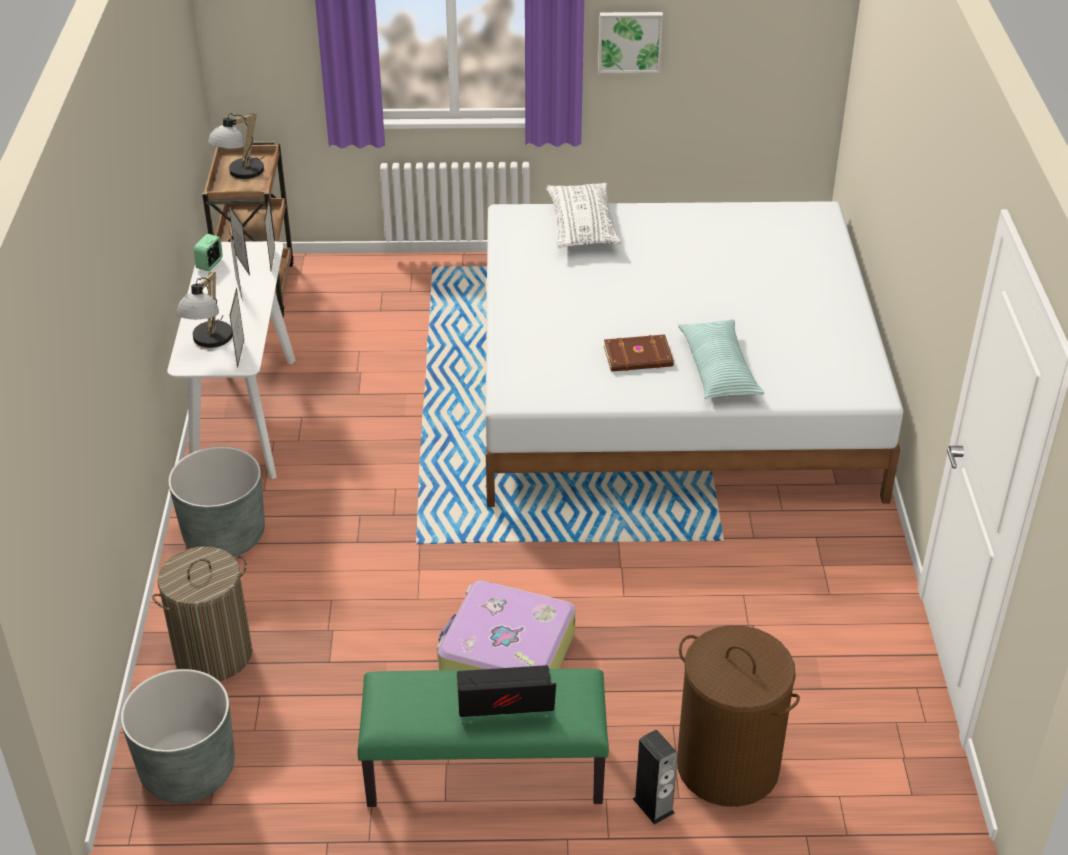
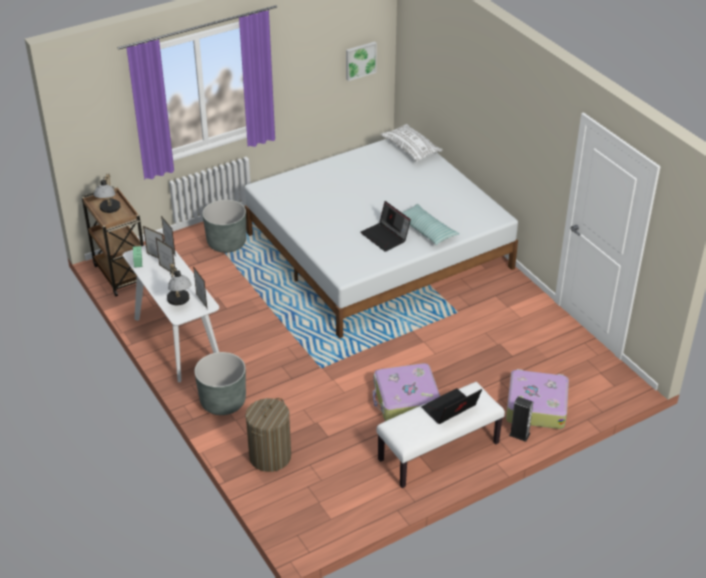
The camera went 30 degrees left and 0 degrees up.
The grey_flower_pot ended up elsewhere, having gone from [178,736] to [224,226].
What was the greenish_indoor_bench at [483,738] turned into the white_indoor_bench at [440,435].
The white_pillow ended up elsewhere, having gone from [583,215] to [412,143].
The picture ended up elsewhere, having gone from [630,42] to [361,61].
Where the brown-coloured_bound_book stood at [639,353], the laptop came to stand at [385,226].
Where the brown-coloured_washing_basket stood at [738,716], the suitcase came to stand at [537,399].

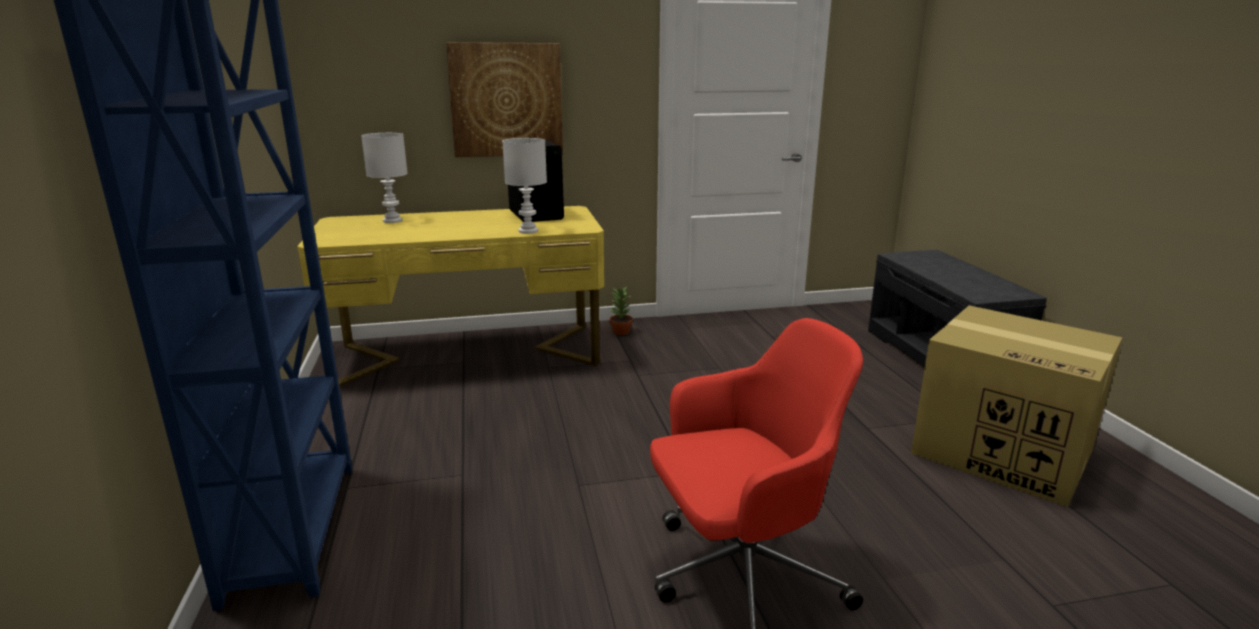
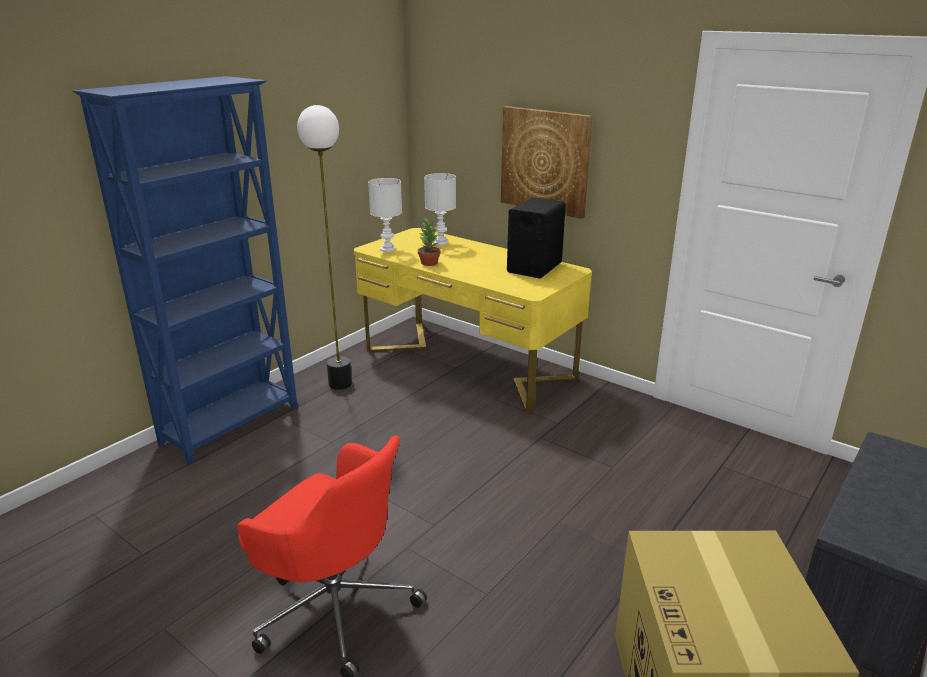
The camera went 50 degrees right and 5 degrees up.
The white_tabletop_lamp ended up elsewhere, having gone from [524,186] to [385,215].
The plant_in_a_pot ended up elsewhere, having gone from [620,311] to [429,241].
The second view gained the floor_lamp at [324,247].

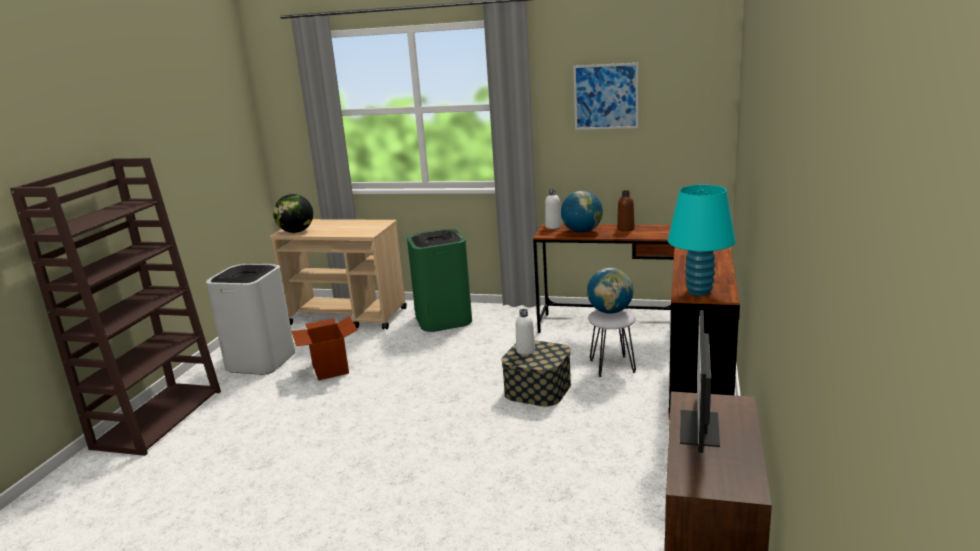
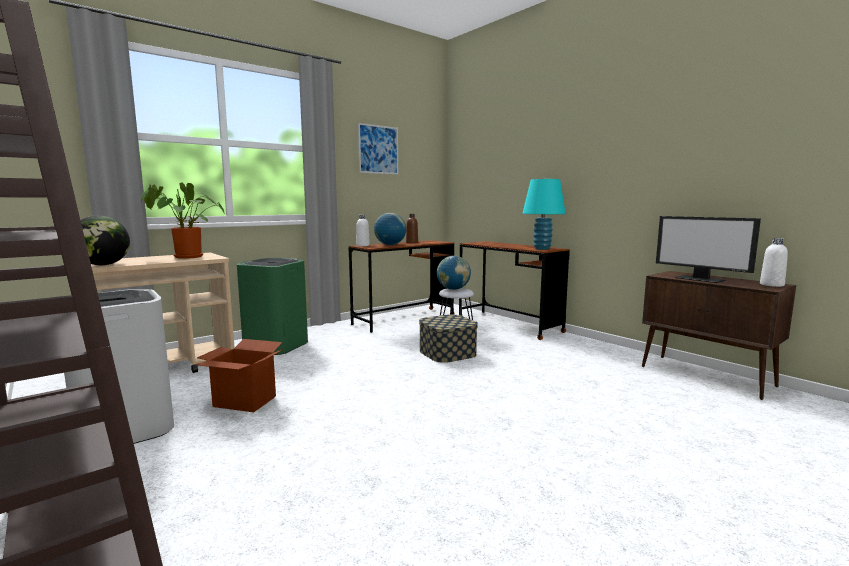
The camera went 55 degrees left and 10 degrees down.
The white_bottle ended up elsewhere, having gone from [525,332] to [774,262].
The second view gained the plant_in_a_pot at [182,220].

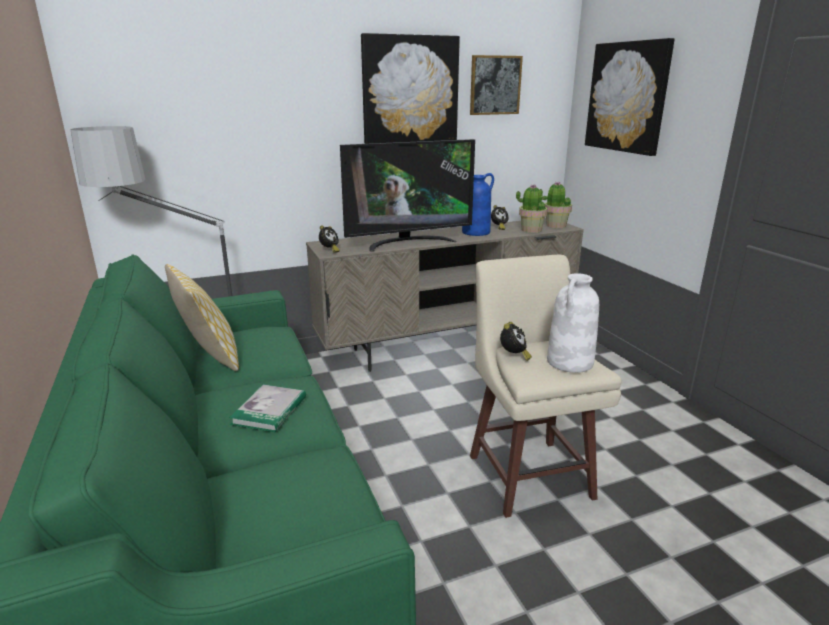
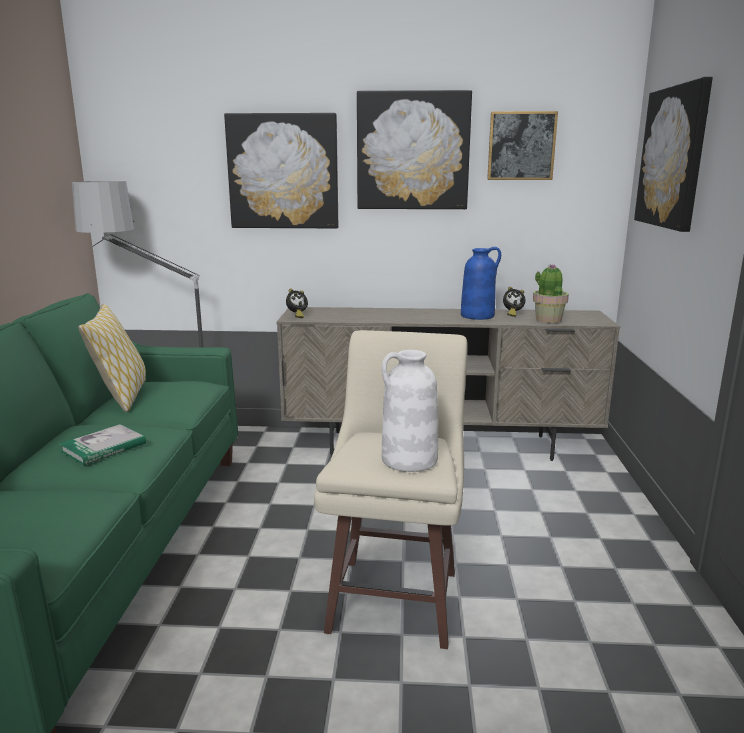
The camera went 25 degrees right and 5 degrees down.
The second view lost the TV_set at [407,195].
The second view lost the alarm_clock at [516,341].
The second view lost the plant_in_a_pot at [556,204].
The second view gained the picture at [281,171].

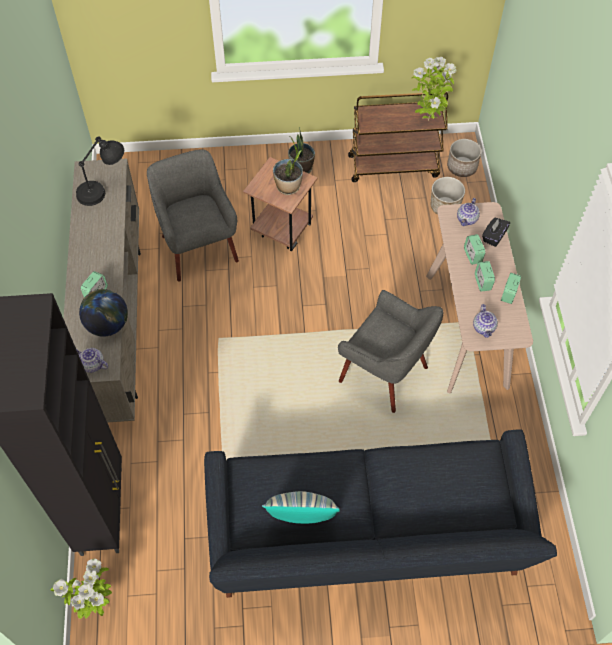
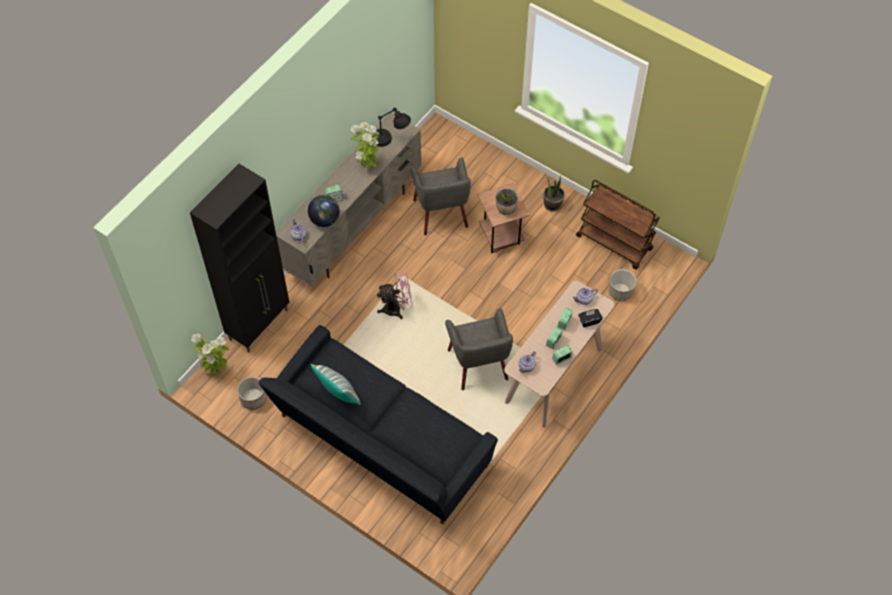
The camera went 40 degrees right and 0 degrees up.
The grey_easy_chair at [193,215] ended up facing another way, 150 degrees clockwise from before.
The plant_in_a_pot ended up elsewhere, having gone from [434,89] to [365,145].
The flower_pot ended up elsewhere, having gone from [464,158] to [252,393].
The second view gained the pink-coloured_electric_fan at [395,294].

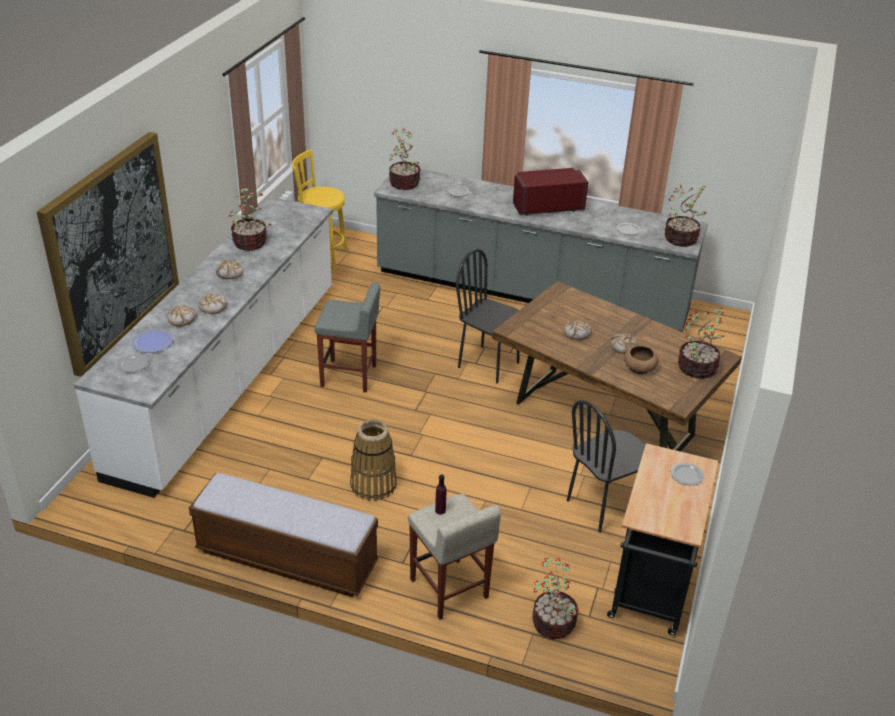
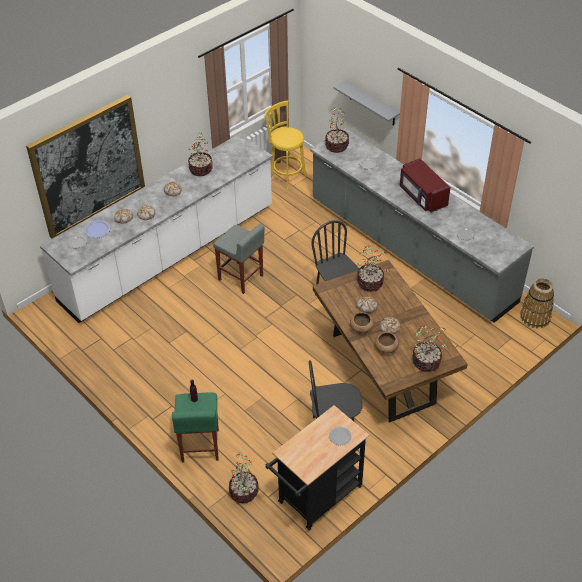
The camera went 30 degrees right and 10 degrees up.
The second view lost the indoor_bench at [283,535].
The storage_basket ended up elsewhere, having gone from [373,460] to [537,303].
What was the sand-coloured_stool at [454,557] turned into the greenish_stool at [195,427].
The red_kitchen_microwave at [550,192] ended up facing another way, 135 degrees counterclockwise from before.
The plant_in_a_pot ended up elsewhere, having gone from [685,216] to [374,269].
The second view gained the grey_shelf at [366,103].
The second view gained the brown-coloured_serving_bowl at [362,322].

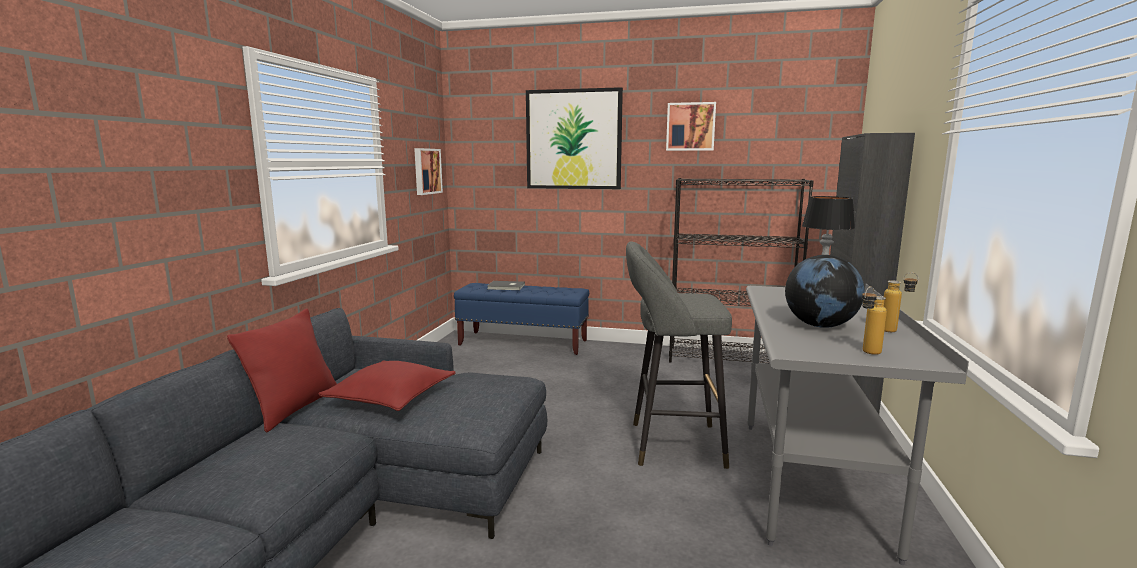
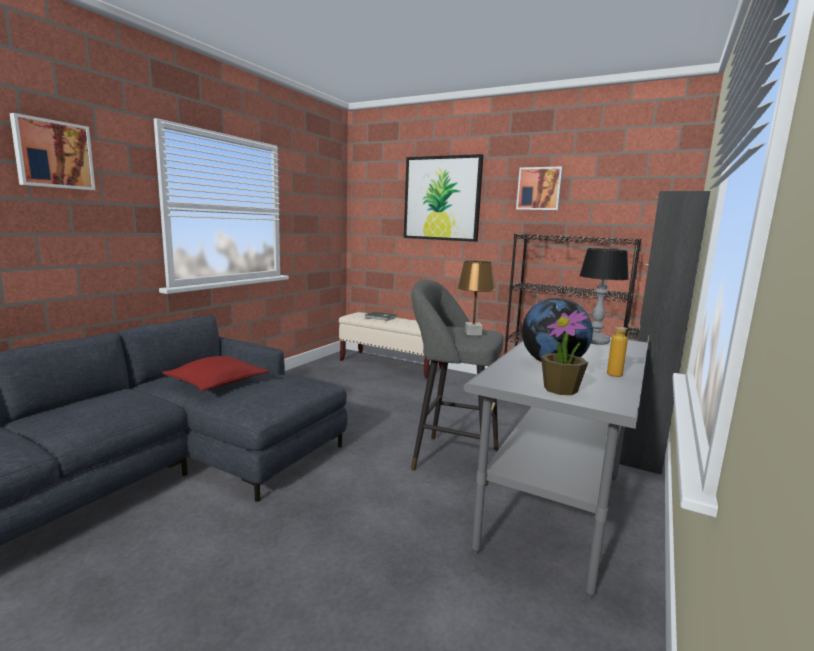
The camera went 15 degrees right and 0 degrees up.
The second view lost the red_pillow at [282,370].
The picture ended up elsewhere, having gone from [428,171] to [52,151].
What was the bluish_indoor_bench at [521,319] turned into the sand-coloured_indoor_bench at [390,345].
Where the bottle stood at [874,321], the plant_in_a_pot came to stand at [564,352].
The second view gained the brown-coloured_tabletop_lamp at [476,298].

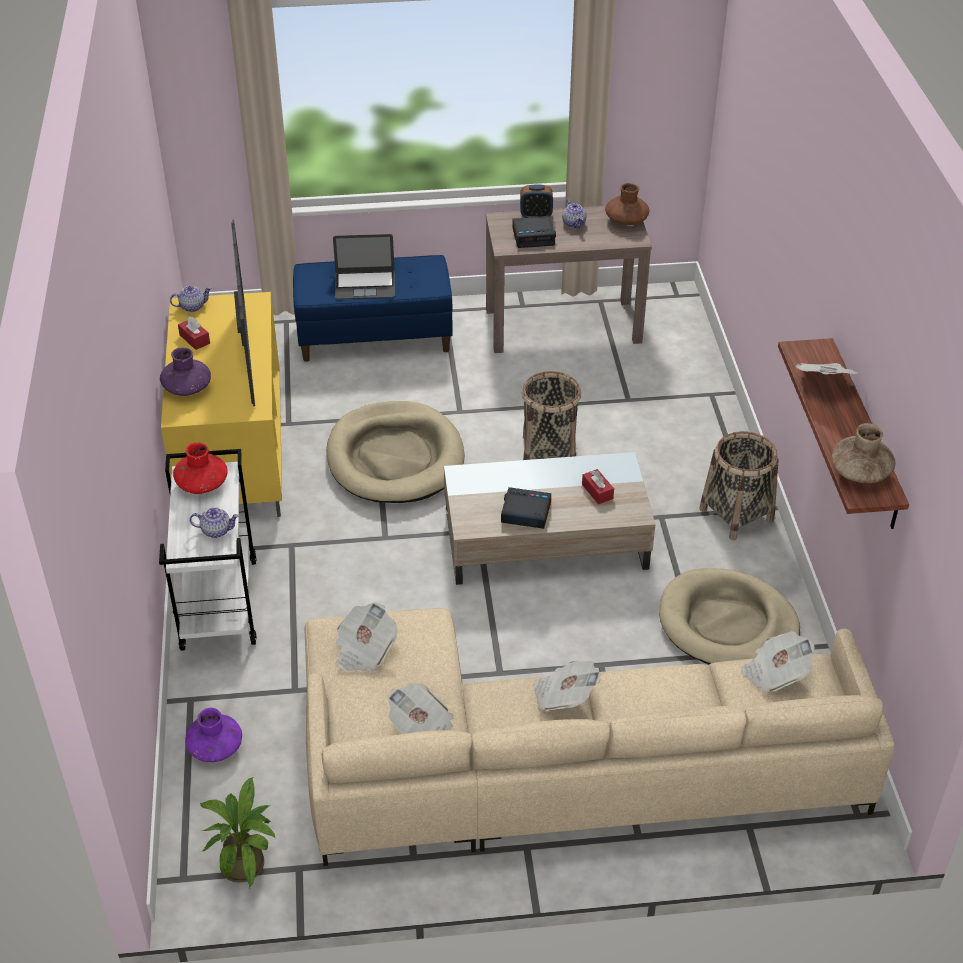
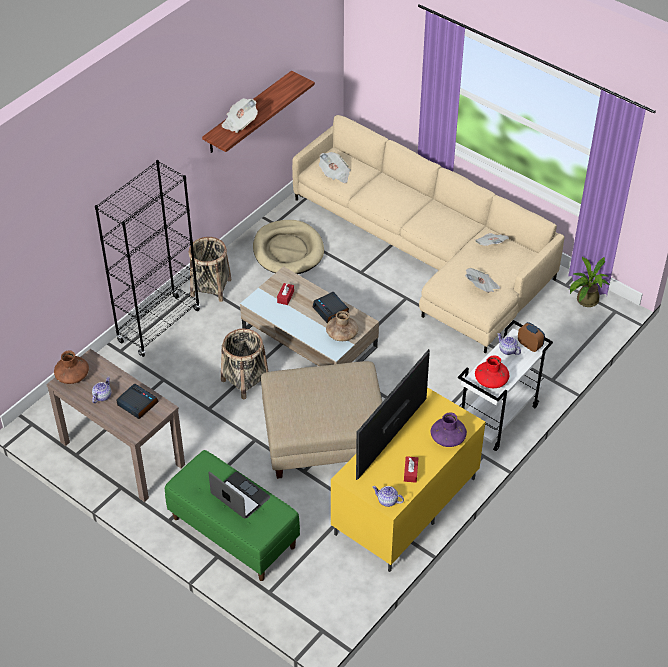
The camera went 135 degrees left and 5 degrees up.
The second view lost the purple-coloured_vase at [214,735].
What was the bluish_indoor_bench at [373,308] turned into the greenish_indoor_bench at [232,515].
Where the sand-coloured_pet_bed stood at [395,452], the sand-coloured_footrest came to stand at [321,420].
The alarm_clock ended up elsewhere, having gone from [536,201] to [531,337].
The second view lost the daily_paper at [567,685].
The brown-coloured_vase ended up elsewhere, having gone from [864,453] to [342,326].
The second view gained the black-coloured_bookshelf at [147,258].

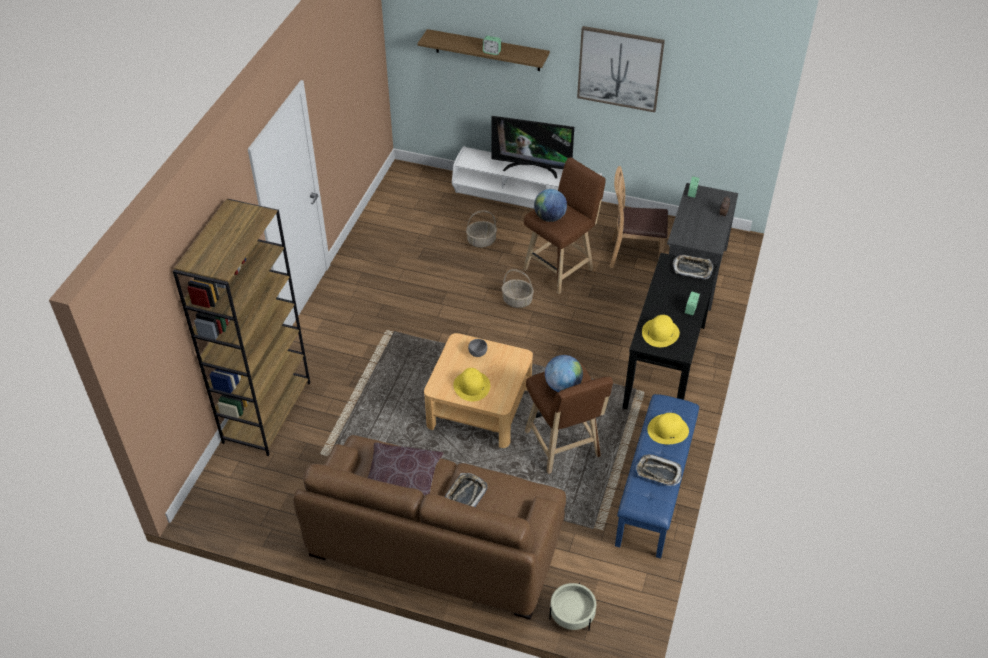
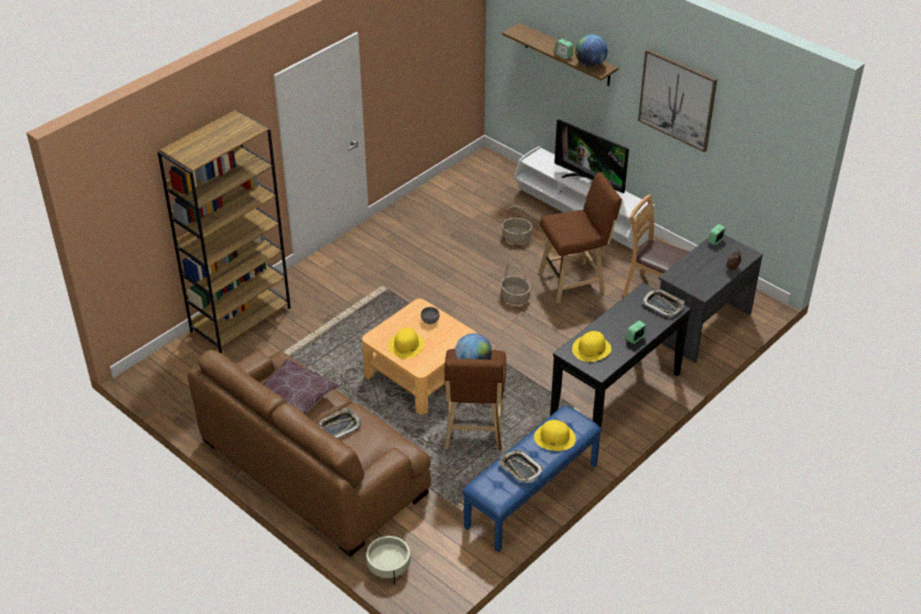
The camera went 25 degrees right and 5 degrees down.
The globe ended up elsewhere, having gone from [550,205] to [591,50].

